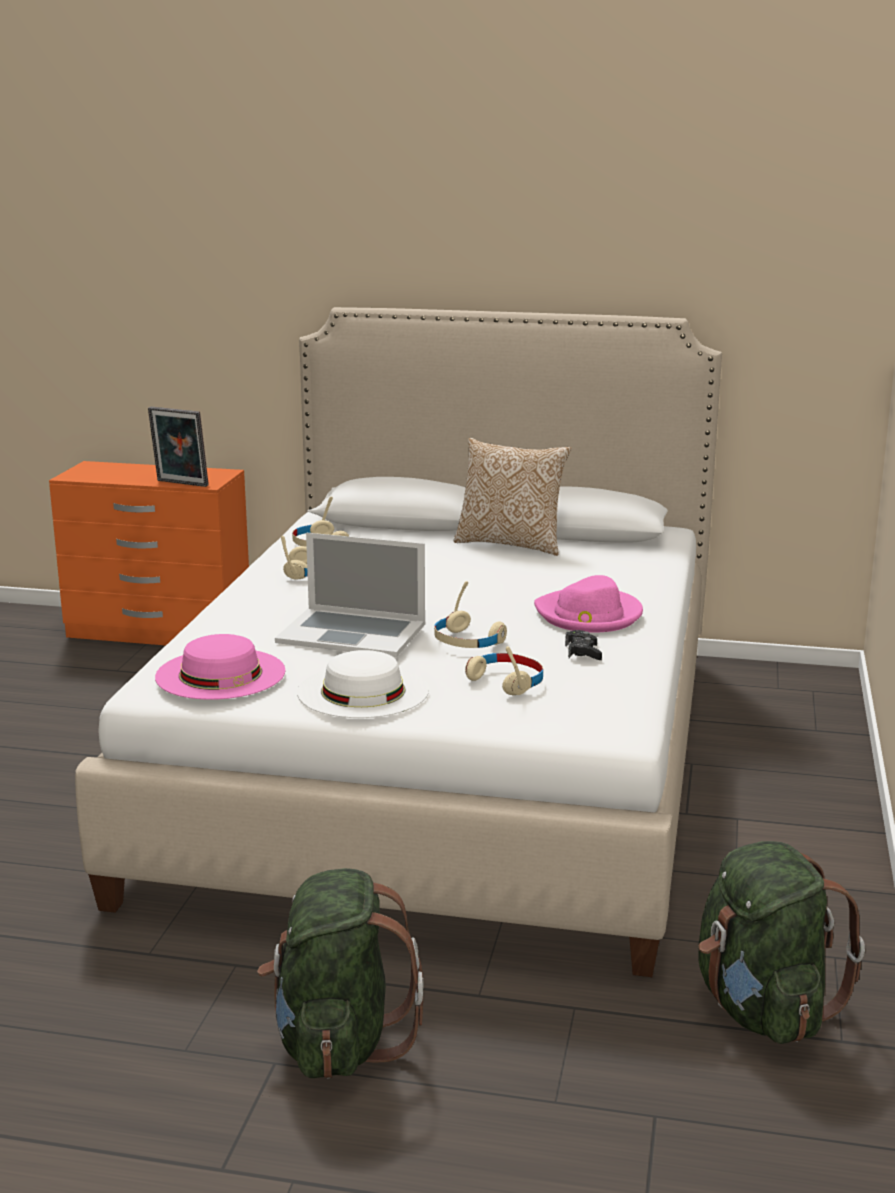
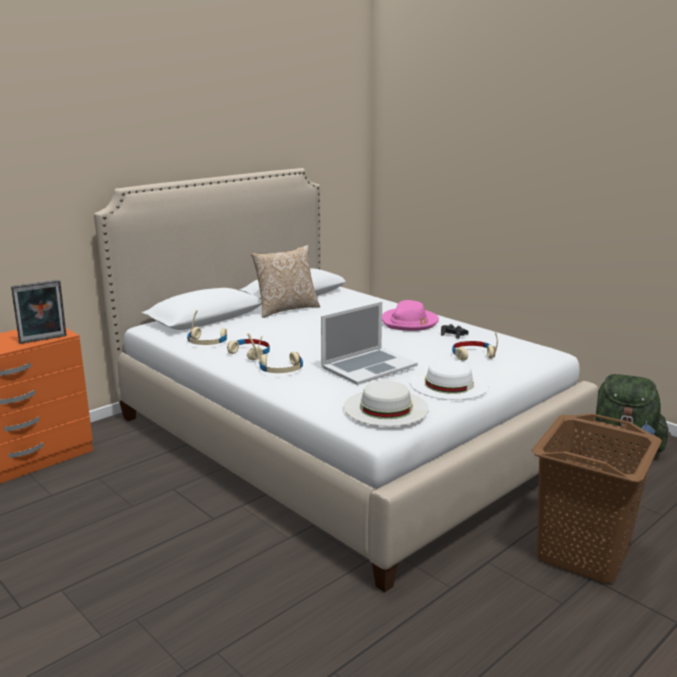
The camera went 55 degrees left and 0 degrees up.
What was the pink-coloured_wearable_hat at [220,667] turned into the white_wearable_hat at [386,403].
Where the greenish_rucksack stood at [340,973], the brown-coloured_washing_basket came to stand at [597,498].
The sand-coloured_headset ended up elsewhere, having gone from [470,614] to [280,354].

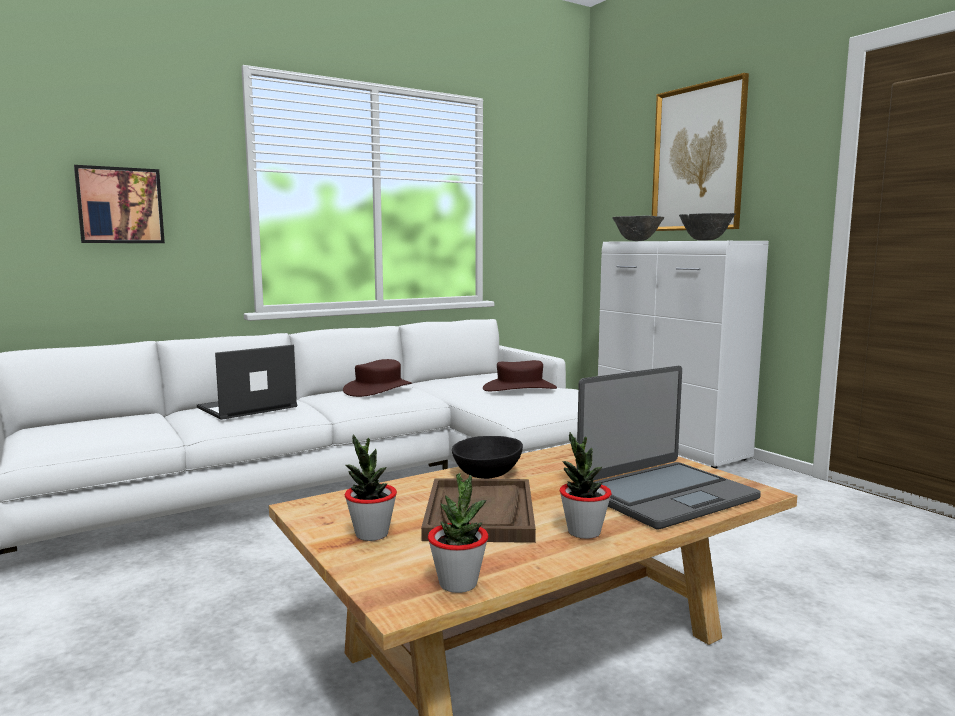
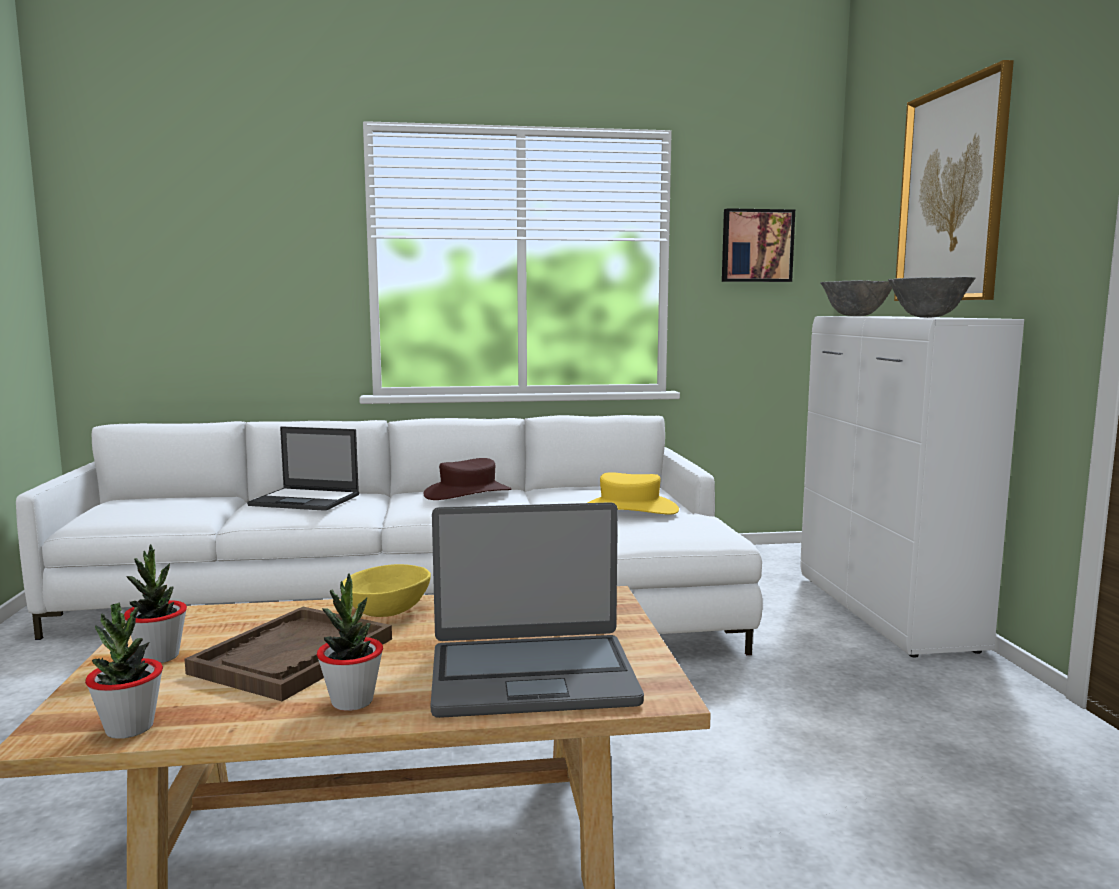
The camera went 25 degrees right and 0 degrees up.
The picture ended up elsewhere, having gone from [119,204] to [758,245].
The laptop at [247,382] ended up facing another way, 150 degrees counterclockwise from before.
What was the black-coloured_serving_bowl at [487,457] turned into the yellow_serving_bowl at [387,590].
What was the brown-coloured_wearable_hat at [520,375] turned into the yellow_wearable_hat at [633,493].

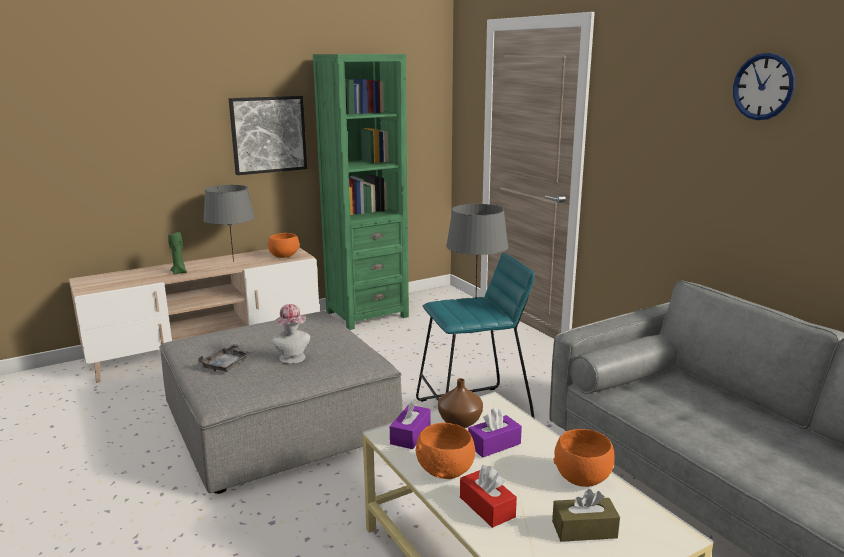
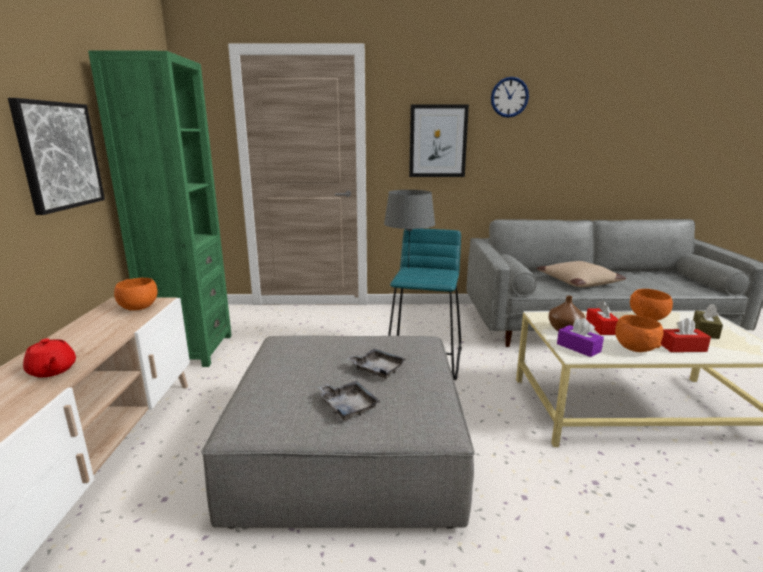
The camera went 60 degrees left and 0 degrees up.
Where the greenish_wax_light stood at [177,253], the red_pot_for_tea came to stand at [49,357].
The second view lost the grey_tabletop_lamp at [229,223].
Where the wearable_hat stood at [291,334], the grey_carrying_tray came to stand at [376,363].
What was the purple-coloured_tissue_box at [495,432] turned into the red_tissue_box at [602,318].
The second view gained the picture at [439,141].
The second view gained the sand-coloured_pillow at [581,274].

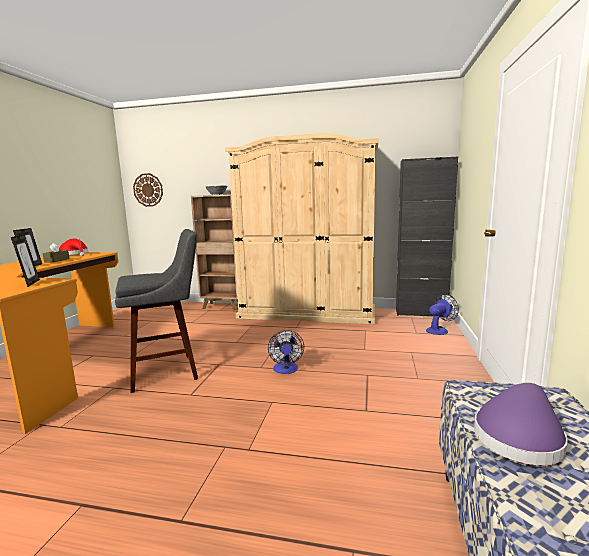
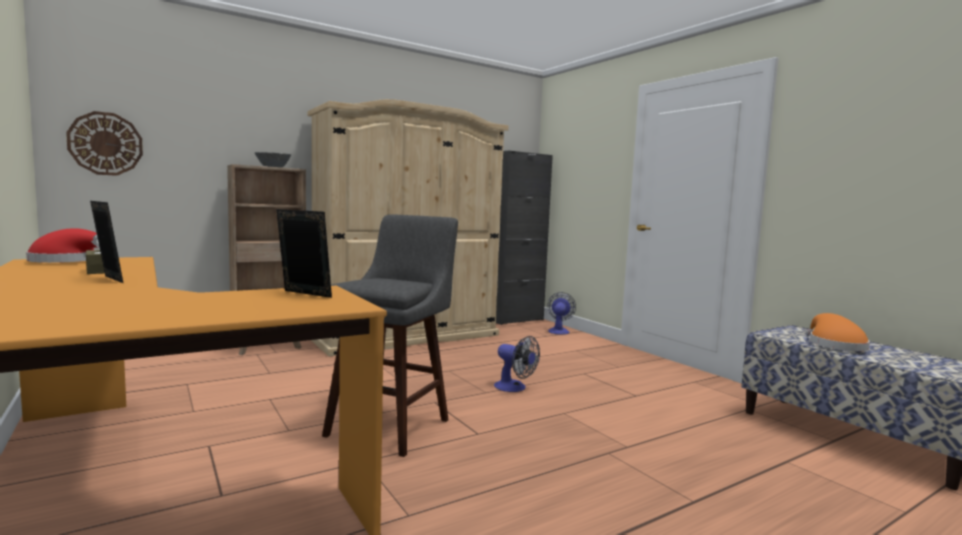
The camera went 45 degrees left and 5 degrees down.
What was the purple-coloured_wearable_hat at [521,424] turned into the orangey_wearable_hat at [838,332].

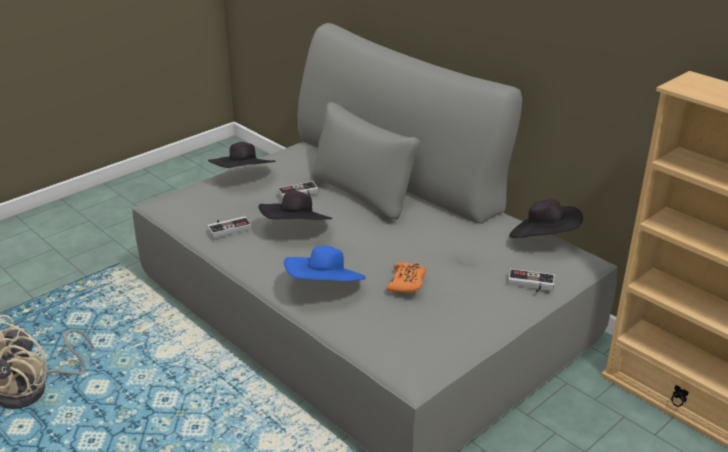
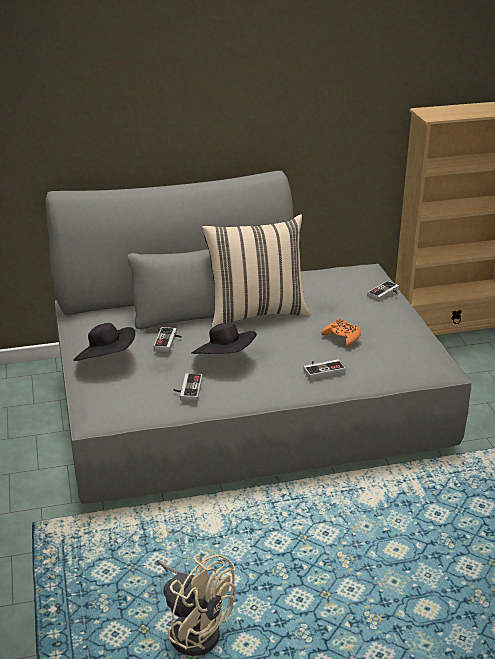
The camera went 60 degrees left and 0 degrees up.
Where the bluish_wearable_hat stood at [325,263], the gamepad came to stand at [324,369].
The second view lost the black-coloured_wearable_hat at [546,218].
The second view gained the sand-coloured_pillow at [256,271].

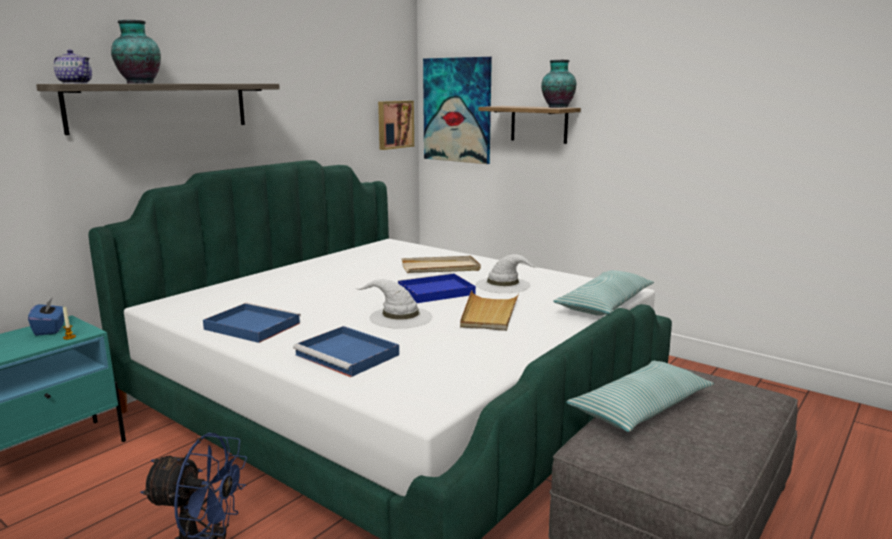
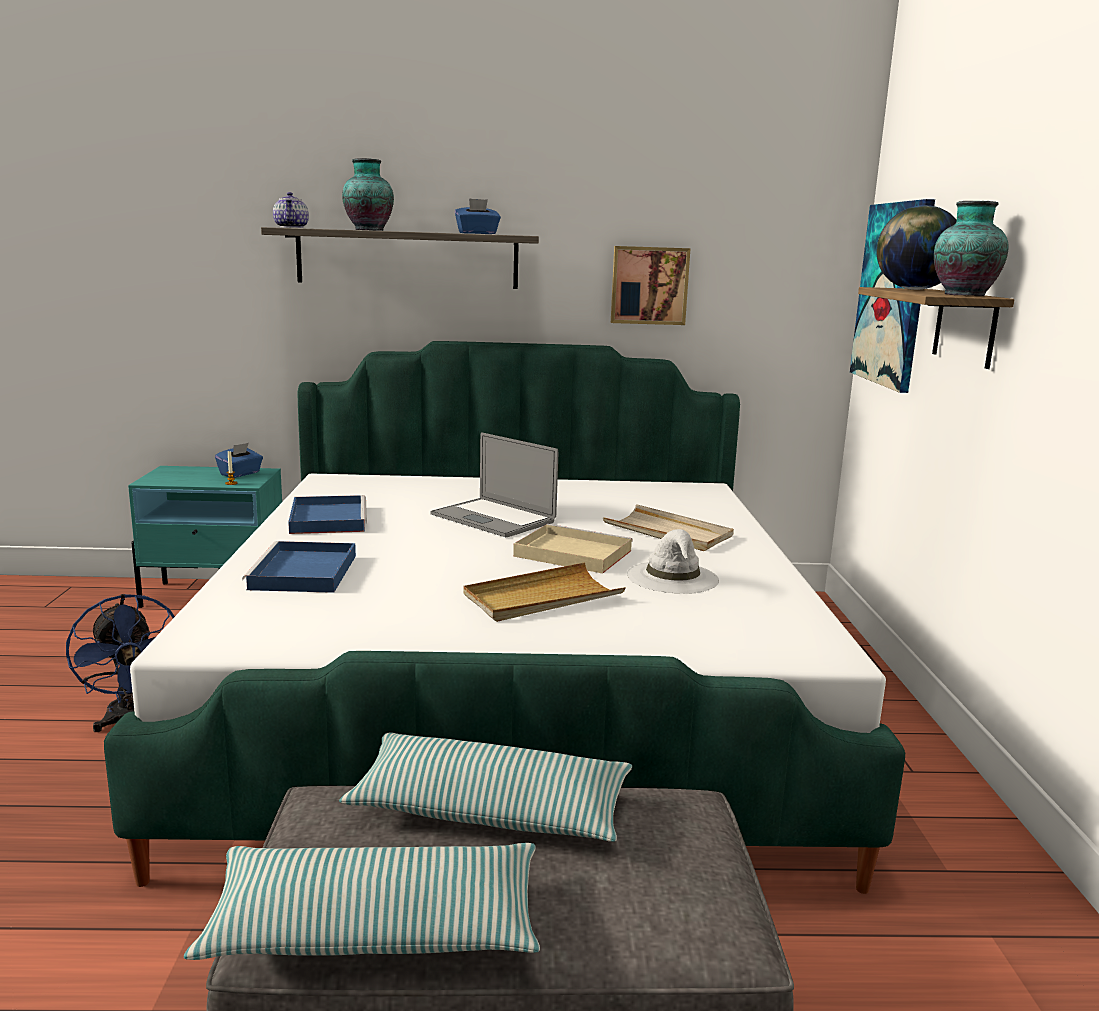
The camera went 50 degrees right and 0 degrees up.
The second view lost the white_wearable_hat at [394,304].
The picture ended up elsewhere, having gone from [396,125] to [651,285].
What was the bluish_carrying_tray at [437,288] turned into the sand-coloured_carrying_tray at [573,549].
The pillow ended up elsewhere, having gone from [603,293] to [362,901].
The second view gained the laptop at [494,484].
The second view gained the bluish_tissue_box at [478,216].
The second view gained the globe at [917,247].

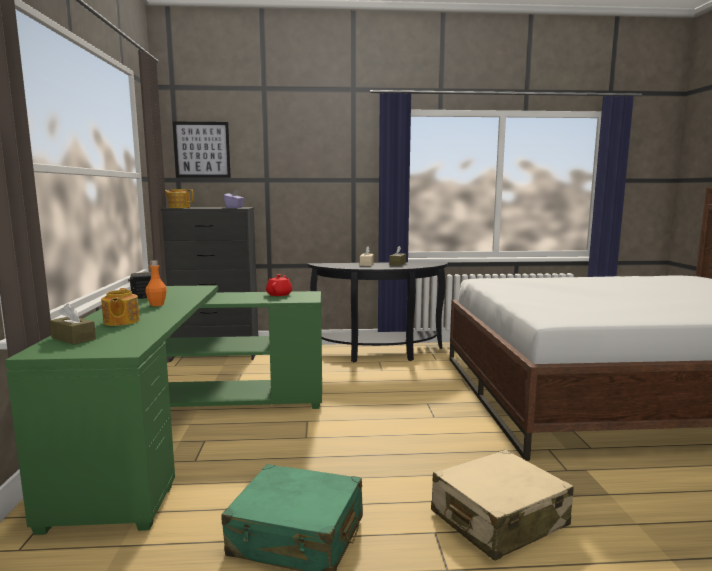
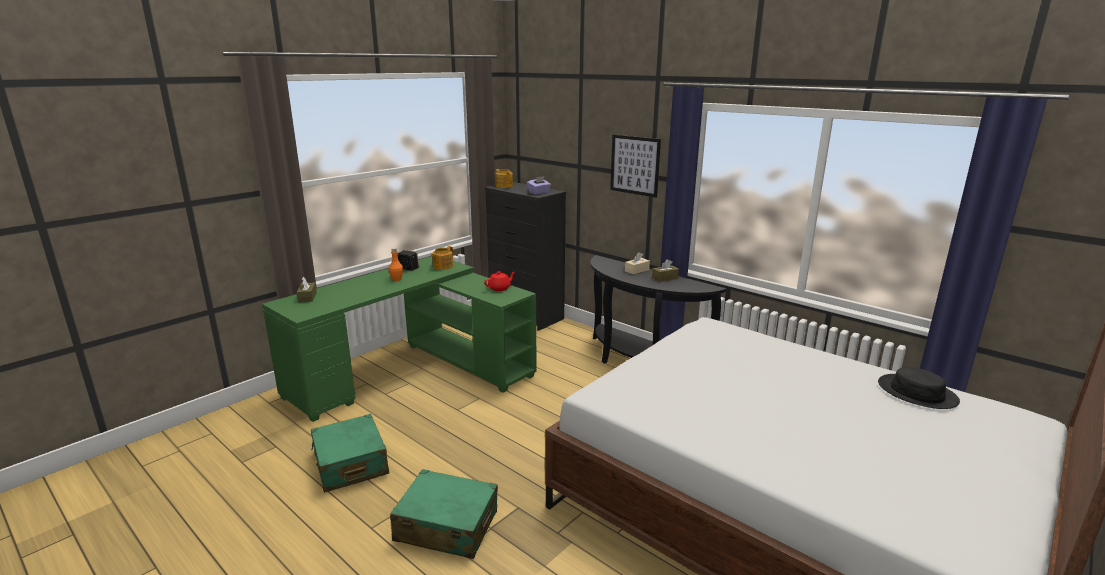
The camera went 45 degrees right and 10 degrees up.
The pot_for_tea ended up elsewhere, having gone from [120,307] to [442,258].
The picture ended up elsewhere, having gone from [202,150] to [635,166].
What was the sand-coloured_suitcase at [502,505] turned into the greenish_suitcase at [444,514].
The second view gained the black-coloured_wearable_hat at [919,388].

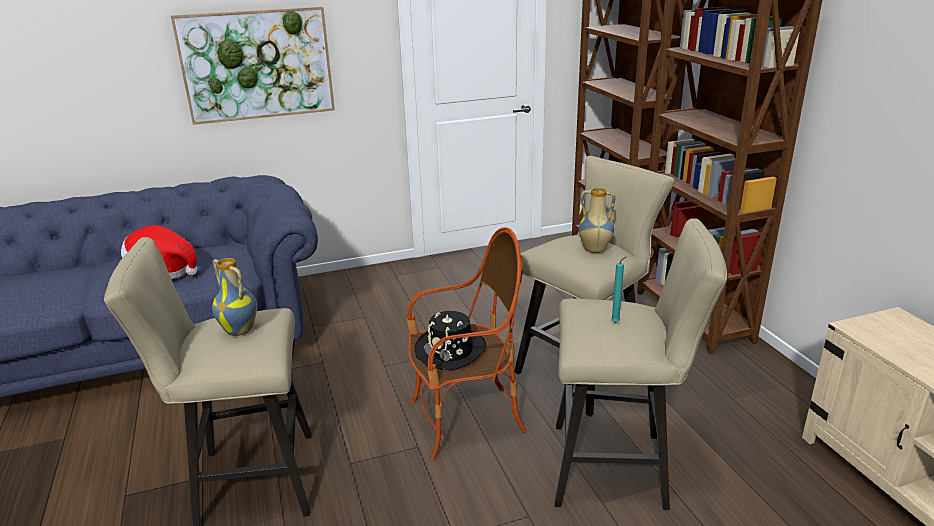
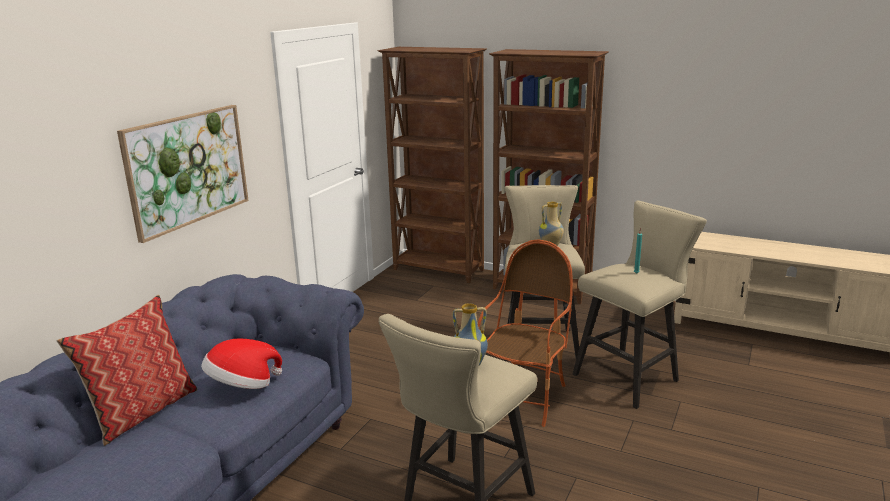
The camera went 45 degrees left and 5 degrees down.
The second view lost the black-coloured_wearable_hat at [450,340].
The second view gained the pillow at [127,370].

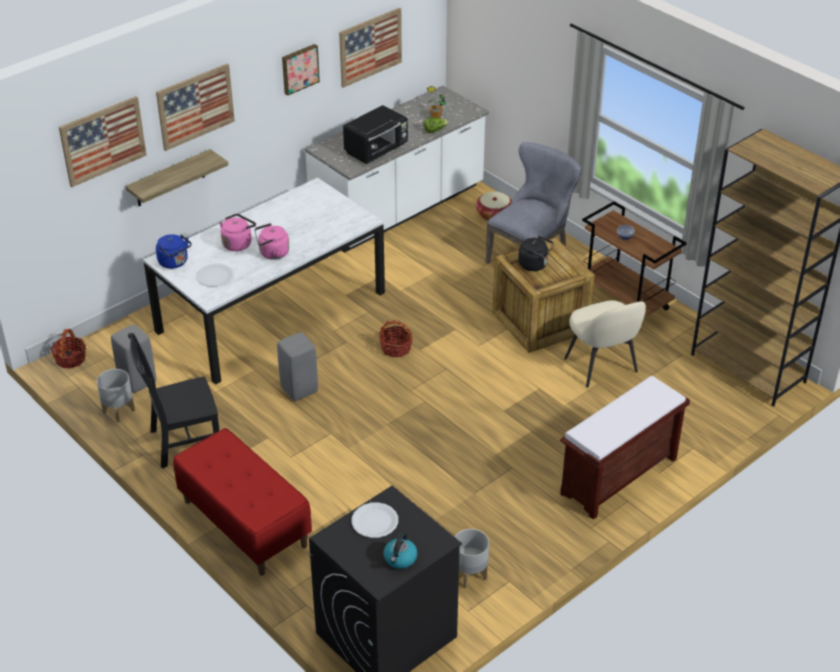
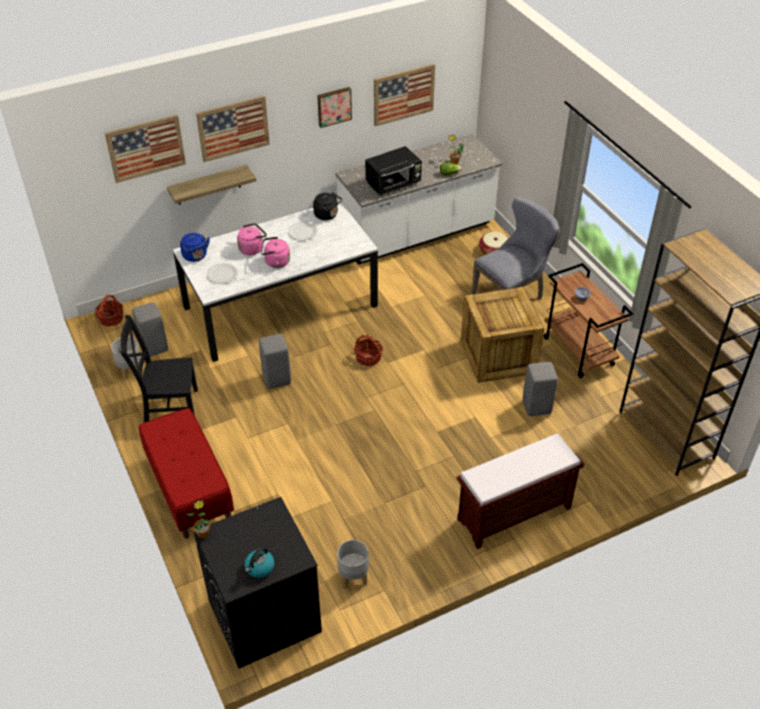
The camera went 15 degrees right and 5 degrees up.
The white_flat_dish ended up elsewhere, having gone from [374,520] to [303,230].
The black-coloured_kettle ended up elsewhere, having gone from [536,253] to [327,206].
Where the sand-coloured_upright_chair stood at [605,343], the grey_stool came to stand at [540,389].
The second view gained the plant_in_a_pot at [198,518].

